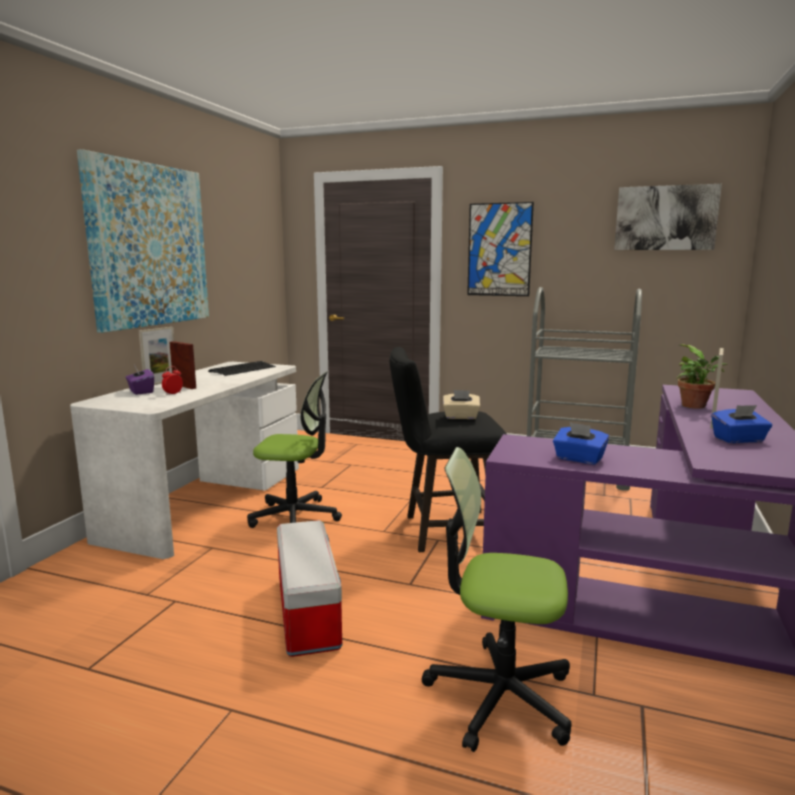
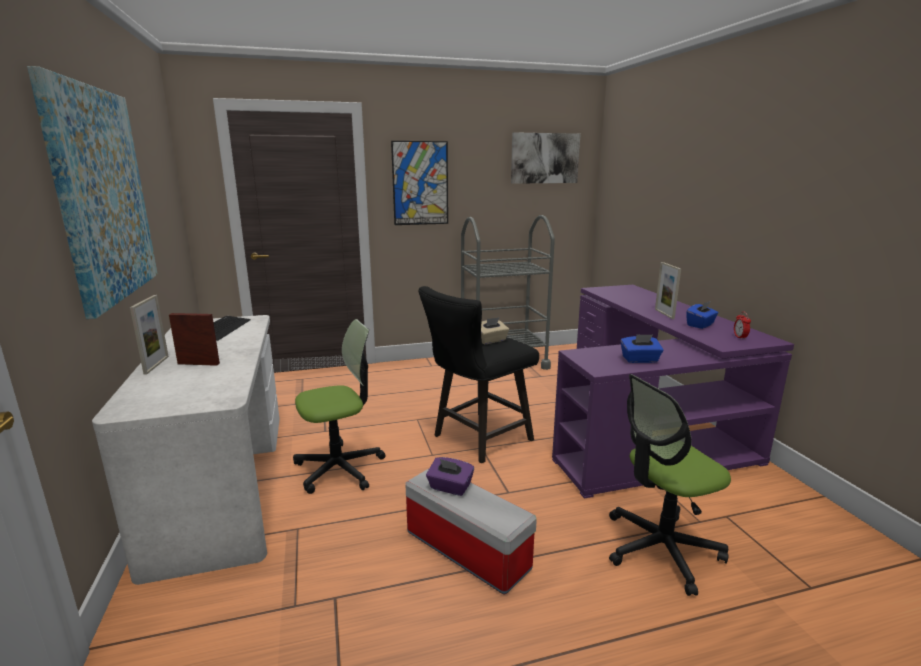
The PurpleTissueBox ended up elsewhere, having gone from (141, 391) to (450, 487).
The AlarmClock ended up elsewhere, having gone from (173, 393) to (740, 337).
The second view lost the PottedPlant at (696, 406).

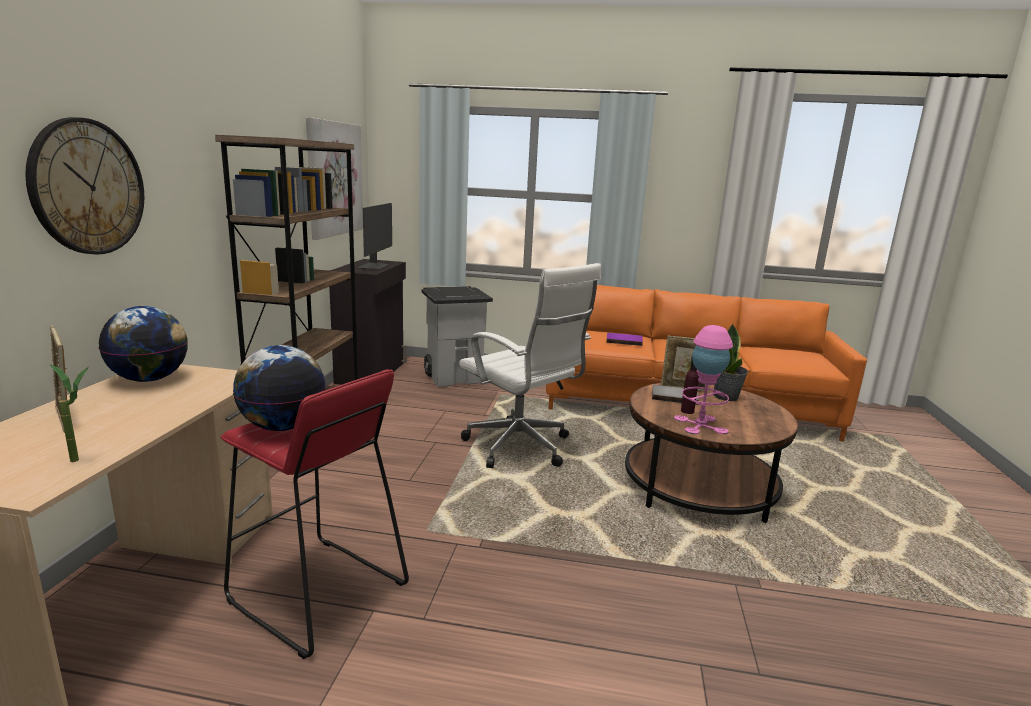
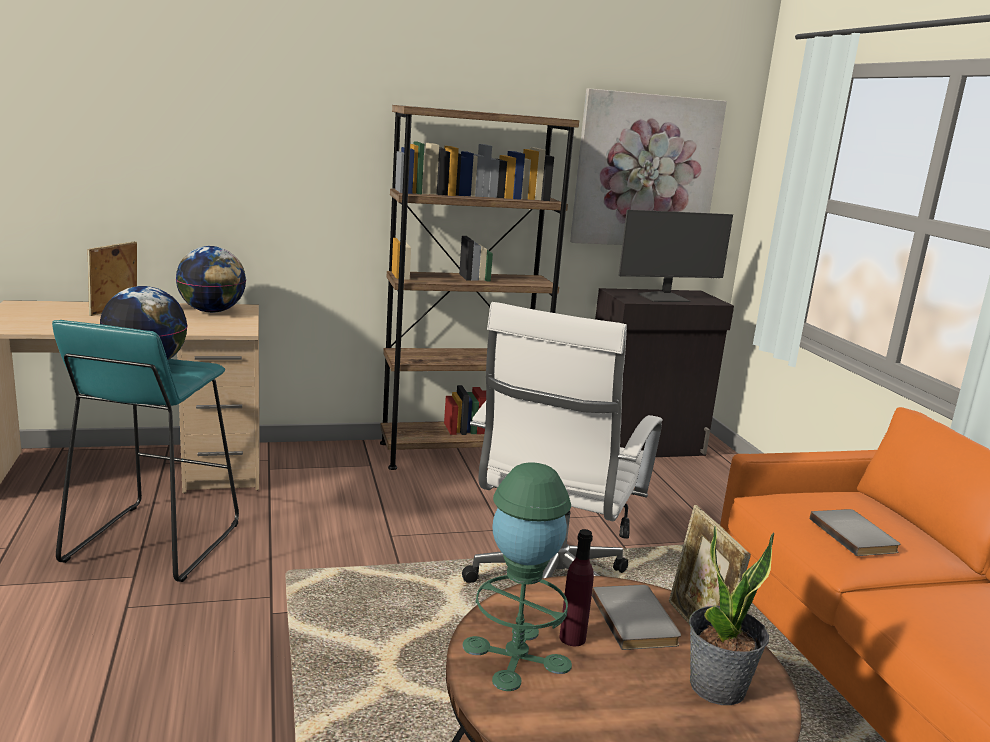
The second view lost the WallClock at (87, 187).
The second view lost the PottedPlant at (83, 459).
What was the RedStool at (317, 594) turned into the TurquoiseStool at (152, 542).
The second view lost the GreyTrashCan at (454, 377).
What was the PurpleBook at (624, 340) turned into the GreyBook at (855, 535).
What was the PinkTableLamp at (700, 425) turned into the GreenTableLamp at (516, 655).

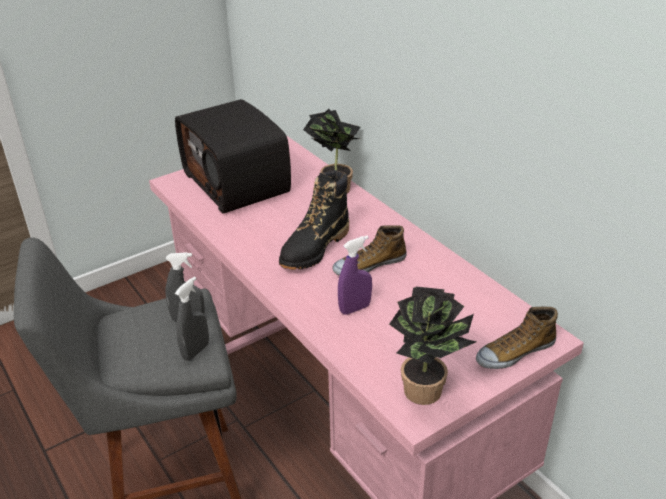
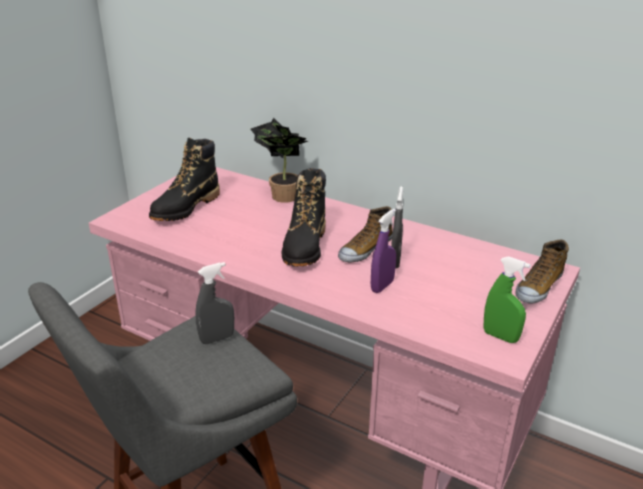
Where the Radio stood at (238, 182), the BlackBoot came to stand at (186, 208).
The GreySprayBottle ended up elsewhere, having gone from (196, 351) to (395, 261).
Where the PottedPlant stood at (427, 393), the GreenSprayBottle came to stand at (500, 336).

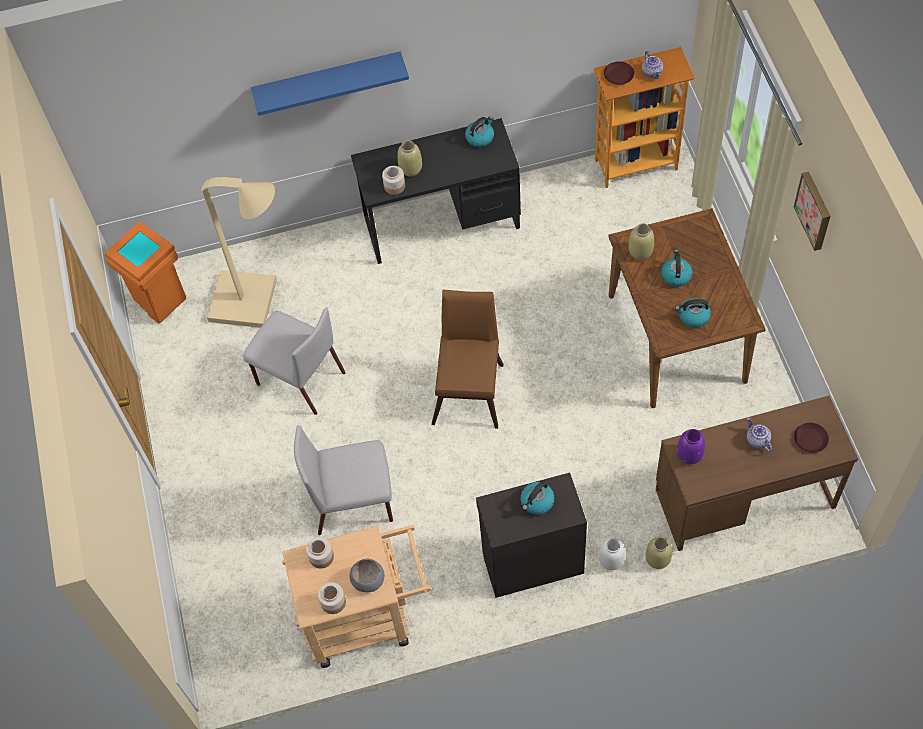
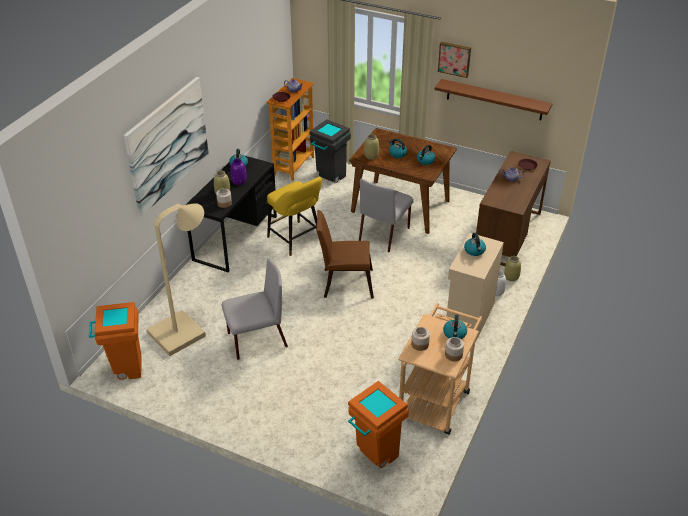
Where the BlueShelf hung at (328, 80), the Picture came to hang at (168, 144).
The GreyChair ended up elsewhere, having gone from (353, 501) to (384, 234).
Where the GreyBowl stood at (369, 580), the Kettle came to stand at (454, 334).
The BrownChair at (470, 388) ended up facing another way, 45 degrees counterclockwise from before.
What was the BlackCabinet at (531, 562) turned into the BeigeCabinet at (468, 318).
The PurpleVase ended up elsewhere, having gone from (690, 454) to (239, 181).
The second view gained the YellowStool at (296, 240).
The second view gained the GreyTrashCan at (329, 178).
The second view gained the OrangeTrashCan at (375, 456).
The second view gained the BrownShelf at (494, 100).

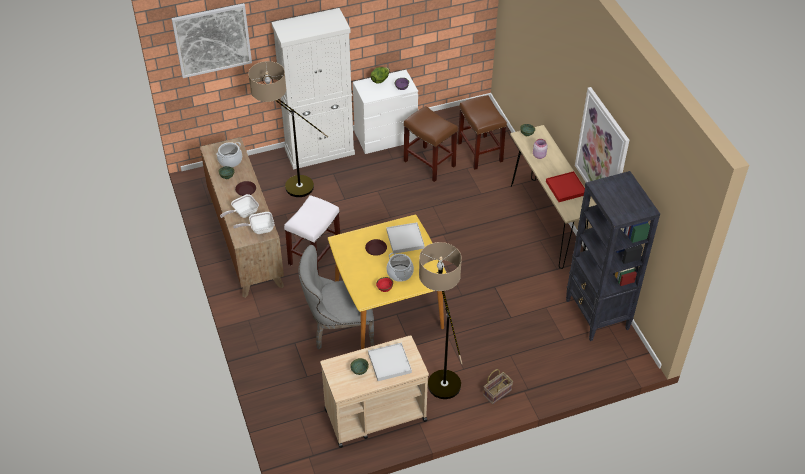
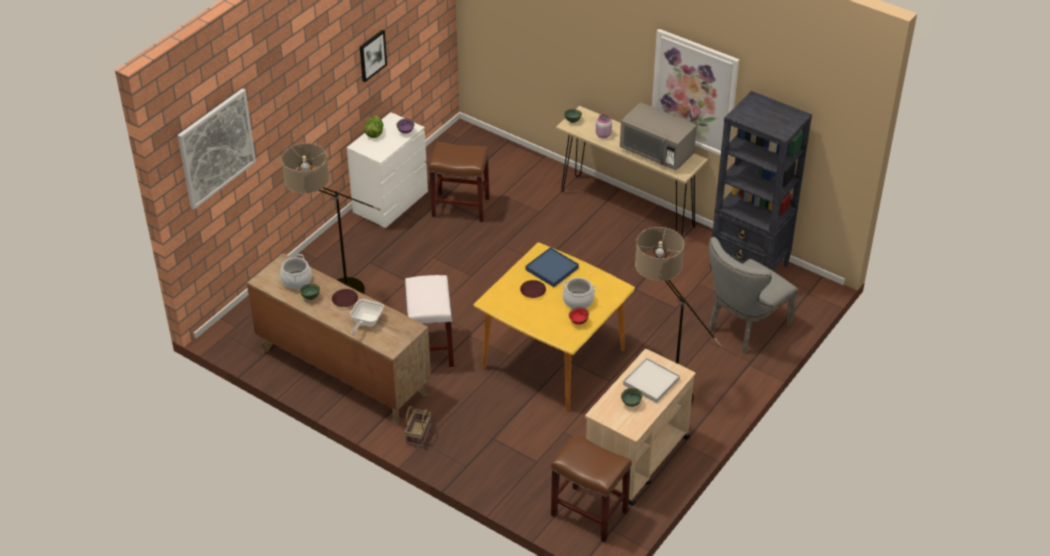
The second view lost the FryingPan at (259, 229).
The second view lost the WhiteCabinet at (320, 151).
The GreyChair ended up elsewhere, having gone from (338, 330) to (744, 328).
What was the WhiteTray at (405, 239) turned into the BlueTray at (552, 269).
The BrownStool ended up elsewhere, having gone from (480, 152) to (590, 513).
The Basket ended up elsewhere, having gone from (497, 392) to (418, 433).
Where the RedTray stood at (566, 188), the GreyMicrowave came to stand at (656, 152).
The second view gained the Picture at (372, 55).

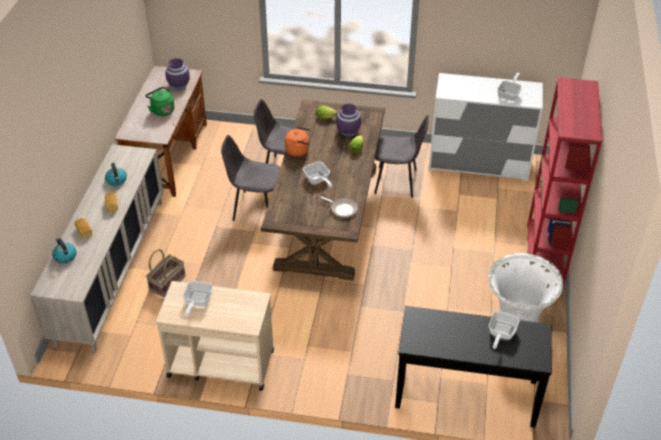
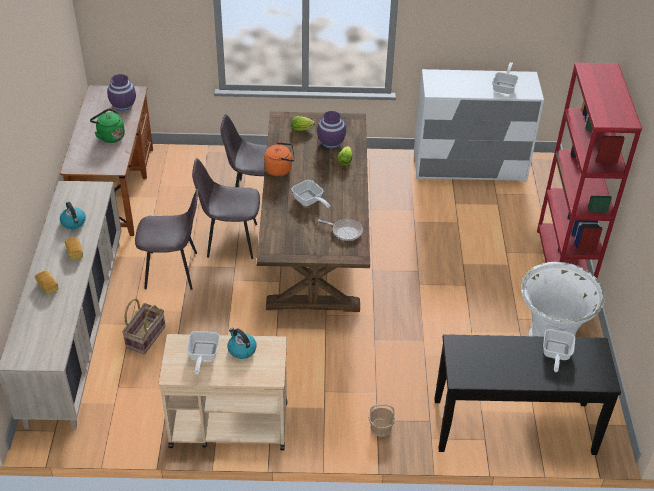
The Kettle ended up elsewhere, having gone from (65, 256) to (241, 349).
The GreyChair ended up elsewhere, having gone from (397, 182) to (173, 271).
The second view gained the Basket at (381, 428).

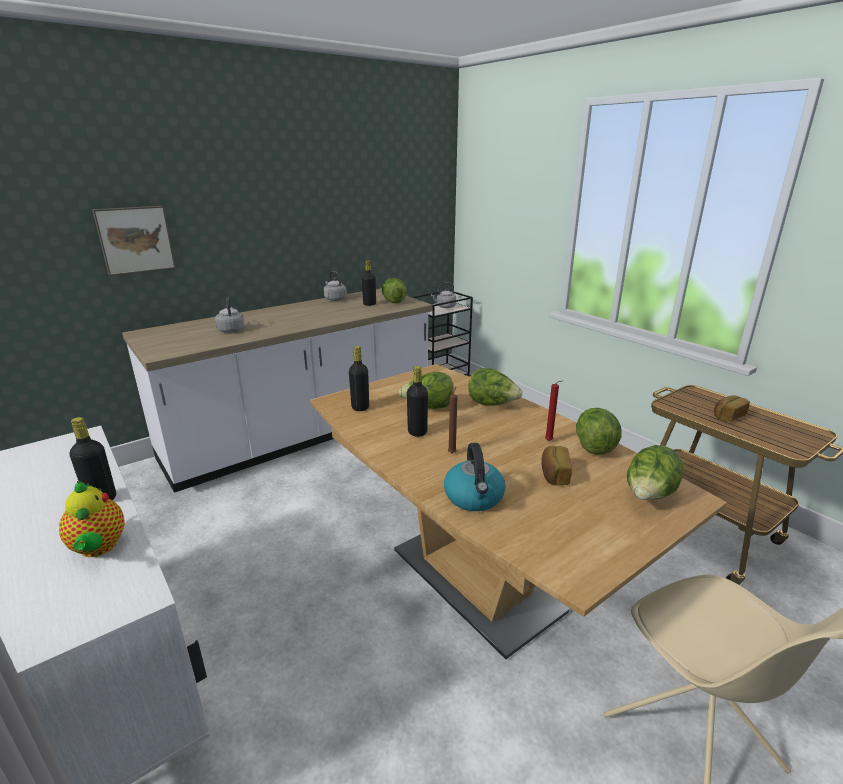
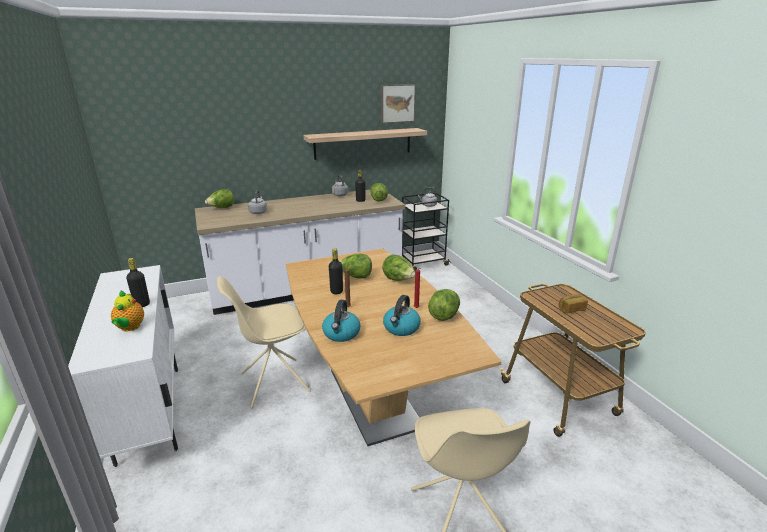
The Picture ended up elsewhere, having gone from (135, 239) to (397, 103).
The second view lost the BlackBottle at (360, 407).
Where the Bread stood at (554, 475), the Kettle came to stand at (401, 328).
The Lettuce ended up elsewhere, having gone from (649, 496) to (221, 208).
The second view gained the BeigeChair at (273, 383).
The second view gained the Shelf at (363, 143).

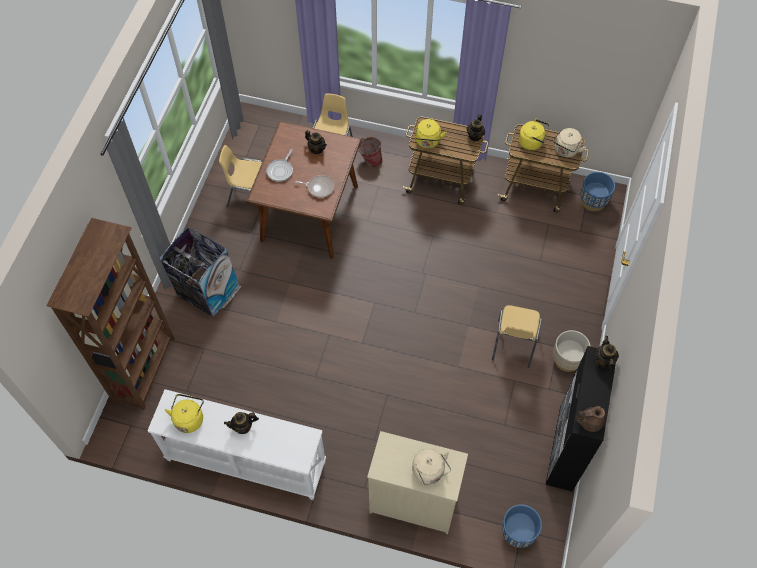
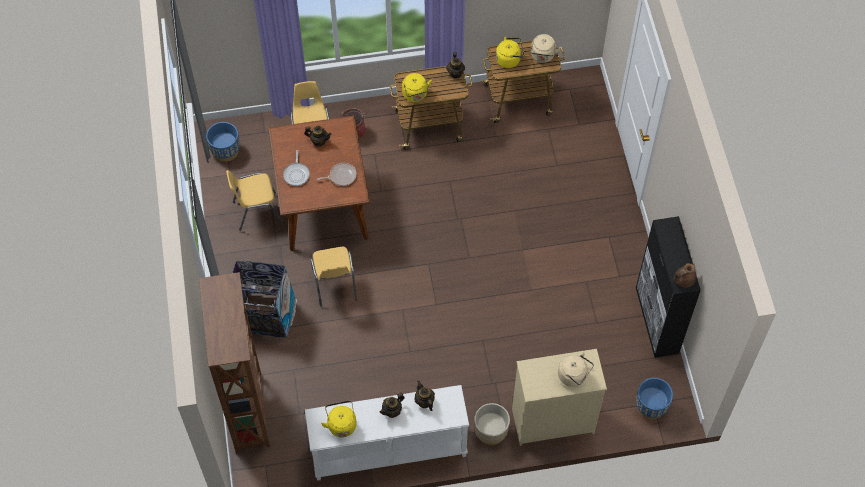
The YellowChair ended up elsewhere, having gone from (513, 344) to (334, 285).
The BeigePlanter ended up elsewhere, having gone from (567, 359) to (491, 432).
The BluePlanter ended up elsewhere, having gone from (593, 201) to (225, 151).
The Teapot ended up elsewhere, having gone from (603, 360) to (424, 401).

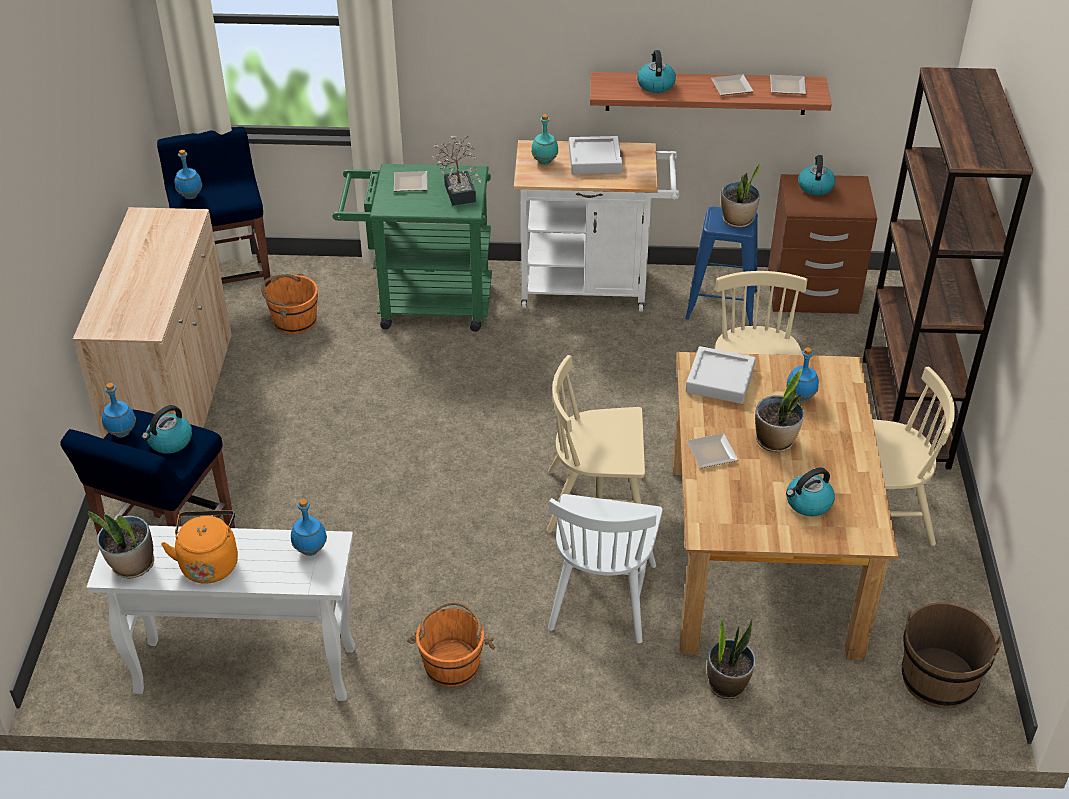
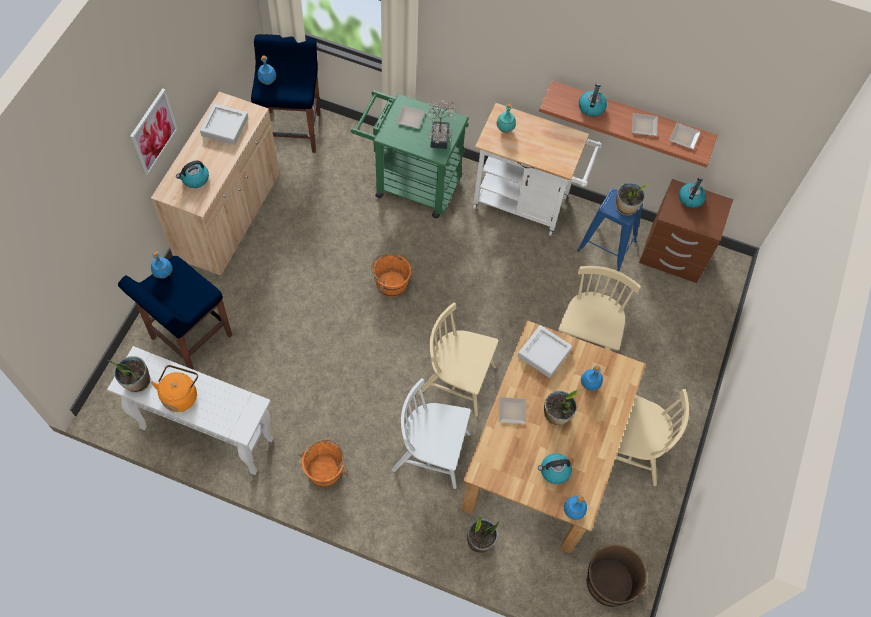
The Kettle ended up elsewhere, having gone from (170, 442) to (195, 179).
The OrangeBucket ended up elsewhere, having gone from (294, 320) to (391, 283).
The BlueBottle ended up elsewhere, having gone from (310, 549) to (573, 511).
The WhiteChair at (602, 596) ended up facing another way, 75 degrees clockwise from before.
The GreyTray ended up elsewhere, having gone from (595, 160) to (225, 127).
The second view lost the BrownBookcase at (905, 412).
The second view gained the Picture at (153, 132).

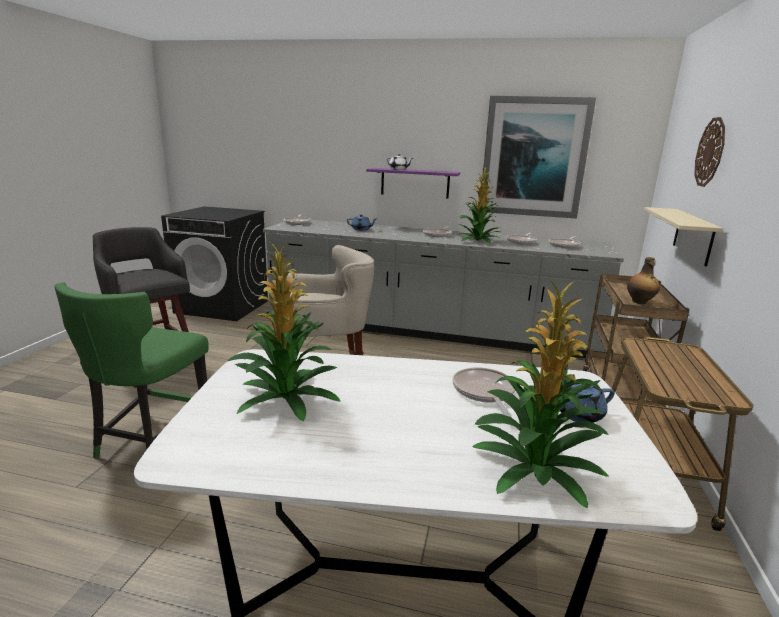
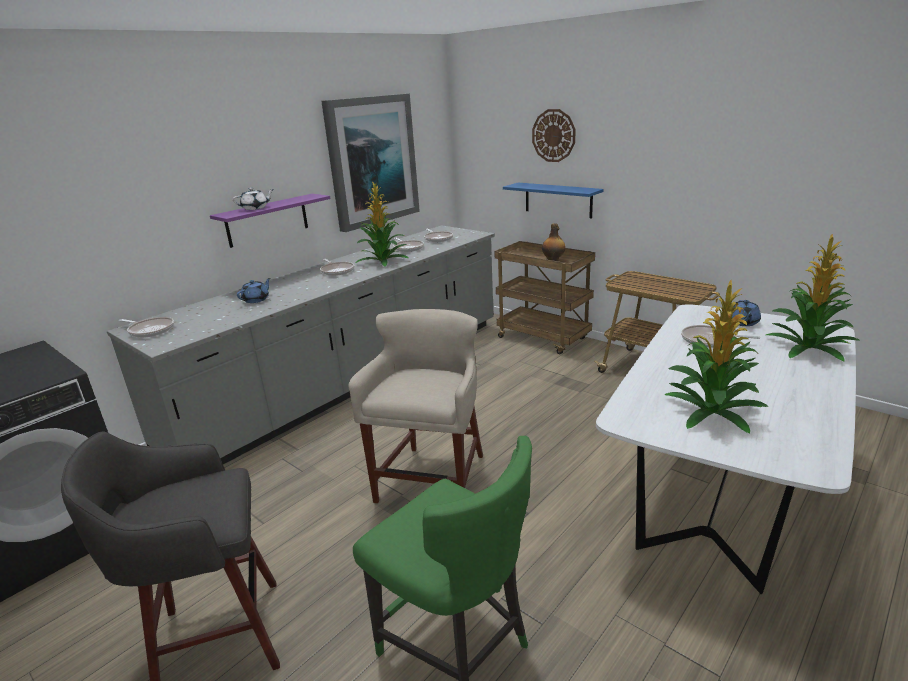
What was the BeigeShelf at (693, 236) turned into the BlueShelf at (558, 200).

